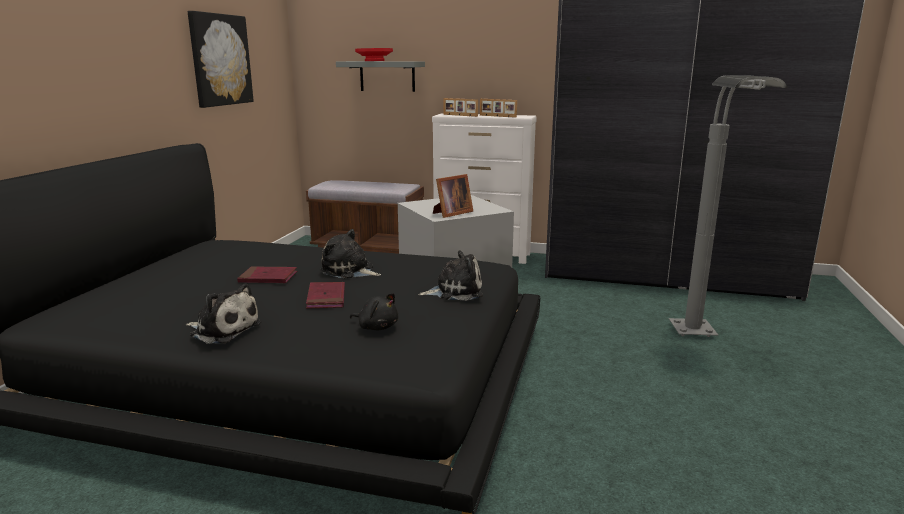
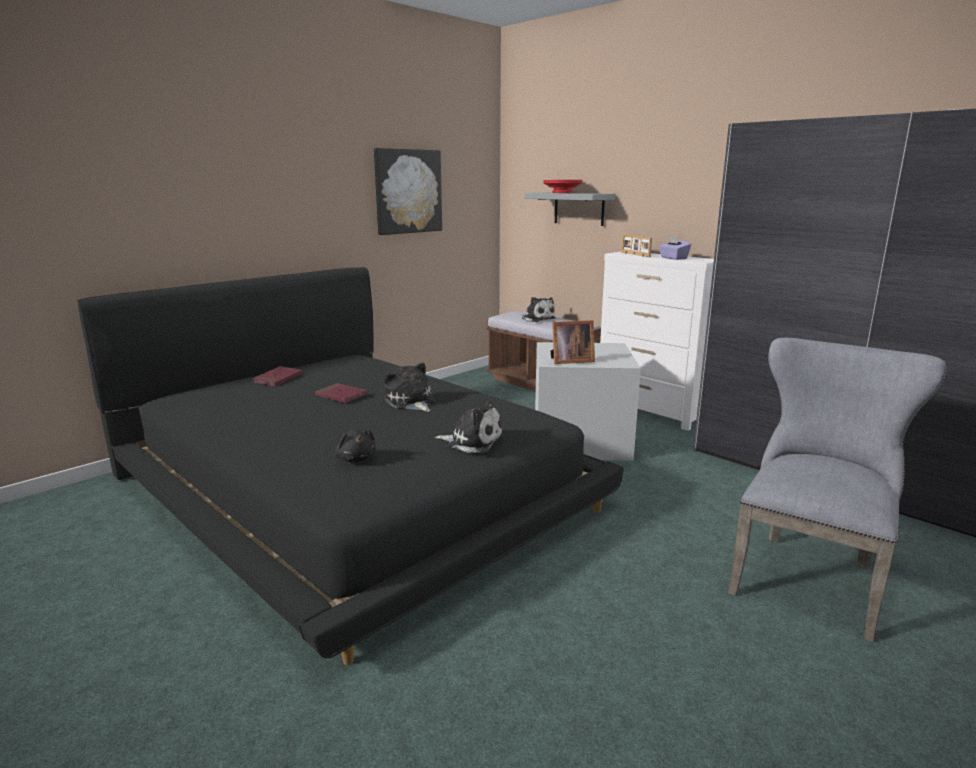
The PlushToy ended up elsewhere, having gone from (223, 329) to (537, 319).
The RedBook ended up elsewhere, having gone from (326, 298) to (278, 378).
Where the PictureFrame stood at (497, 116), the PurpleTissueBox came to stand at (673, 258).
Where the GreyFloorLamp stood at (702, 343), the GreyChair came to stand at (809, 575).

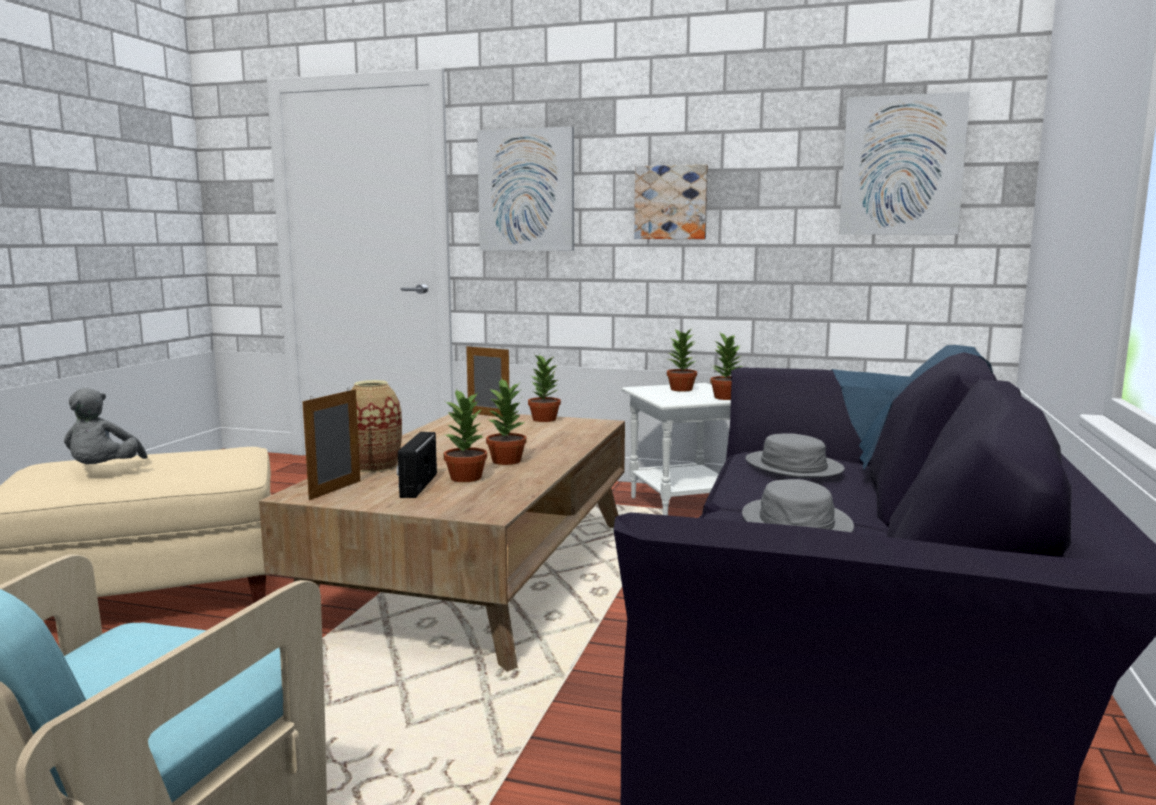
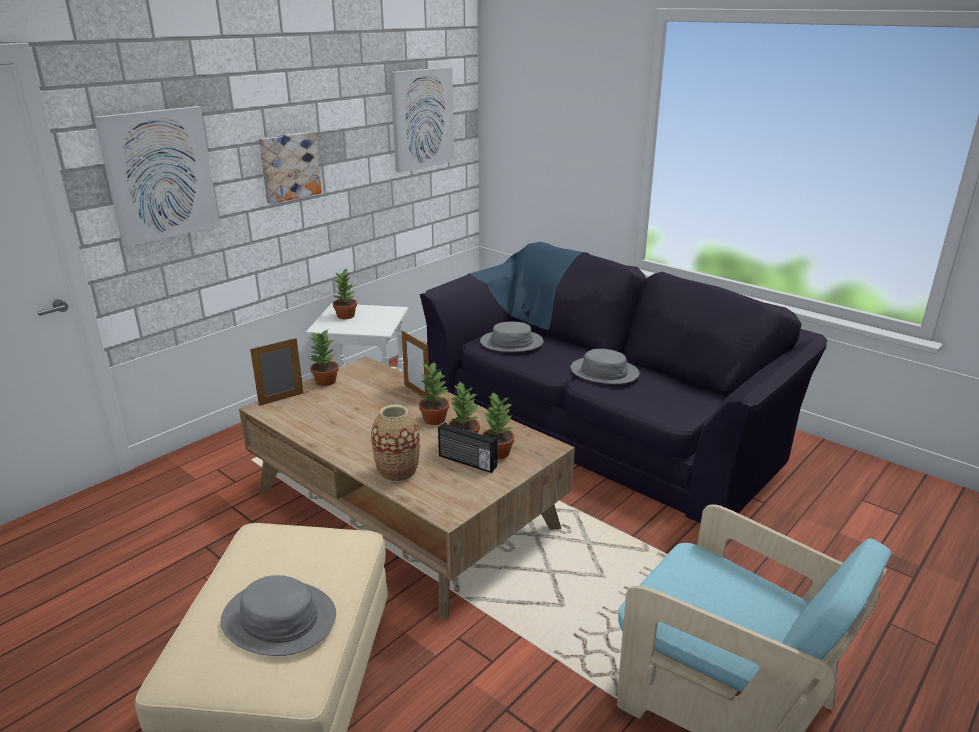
Where the GreyPlushToy stood at (103, 471), the GreyHat came to stand at (279, 619).
The PictureFrame ended up elsewhere, having gone from (335, 490) to (417, 392).
The PottedPlant ended up elsewhere, having gone from (726, 397) to (497, 452).

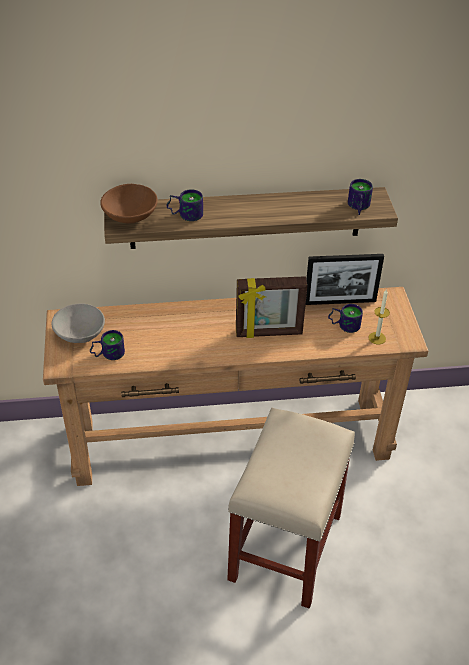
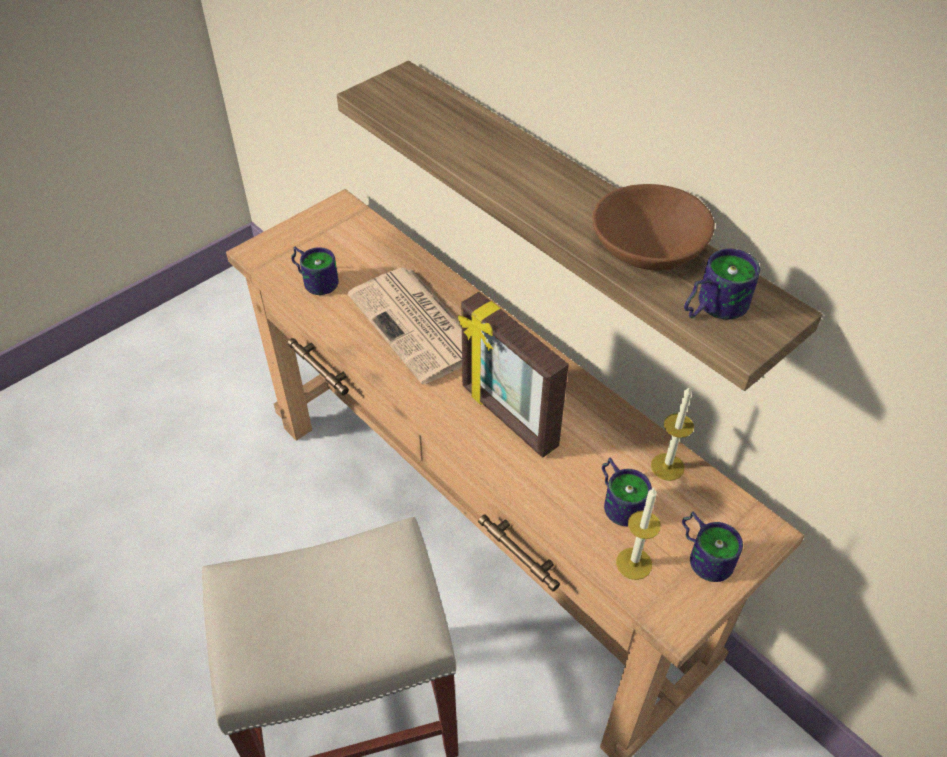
The second view lost the GreyBowl at (80, 334).
The BrownBowl ended up elsewhere, having gone from (130, 216) to (648, 252).
The Mug ended up elsewhere, having gone from (185, 214) to (705, 553).
Where the PictureFrame stood at (340, 302), the Candle came to stand at (667, 467).
The second view gained the Newspaper at (418, 325).

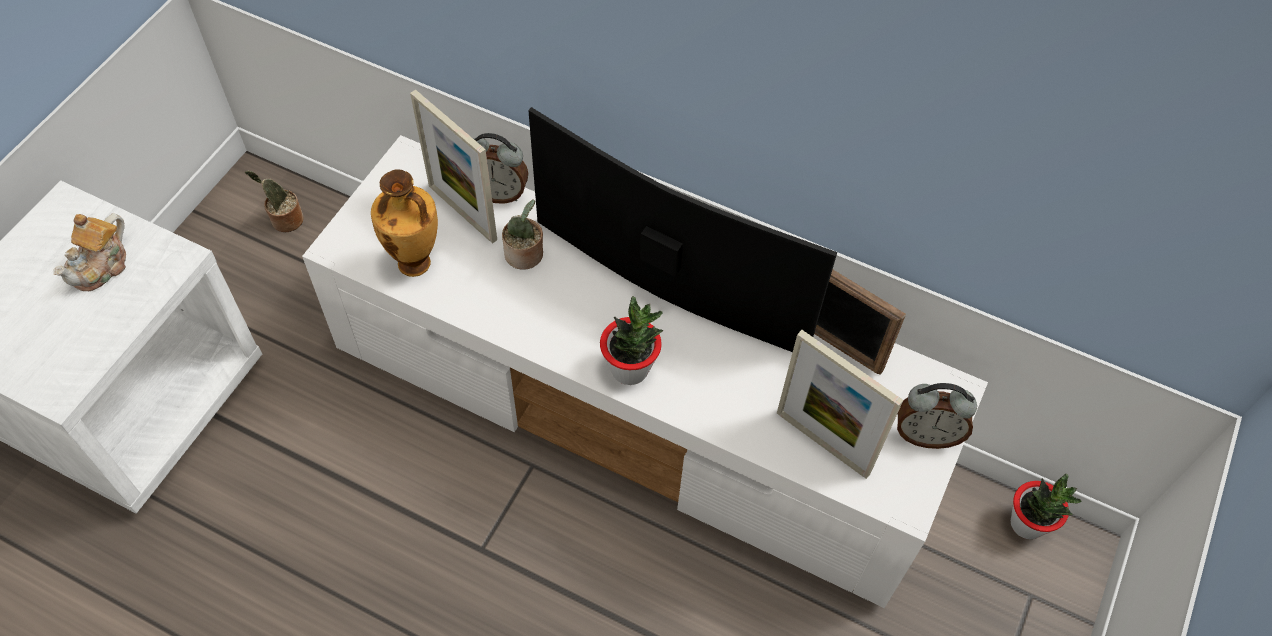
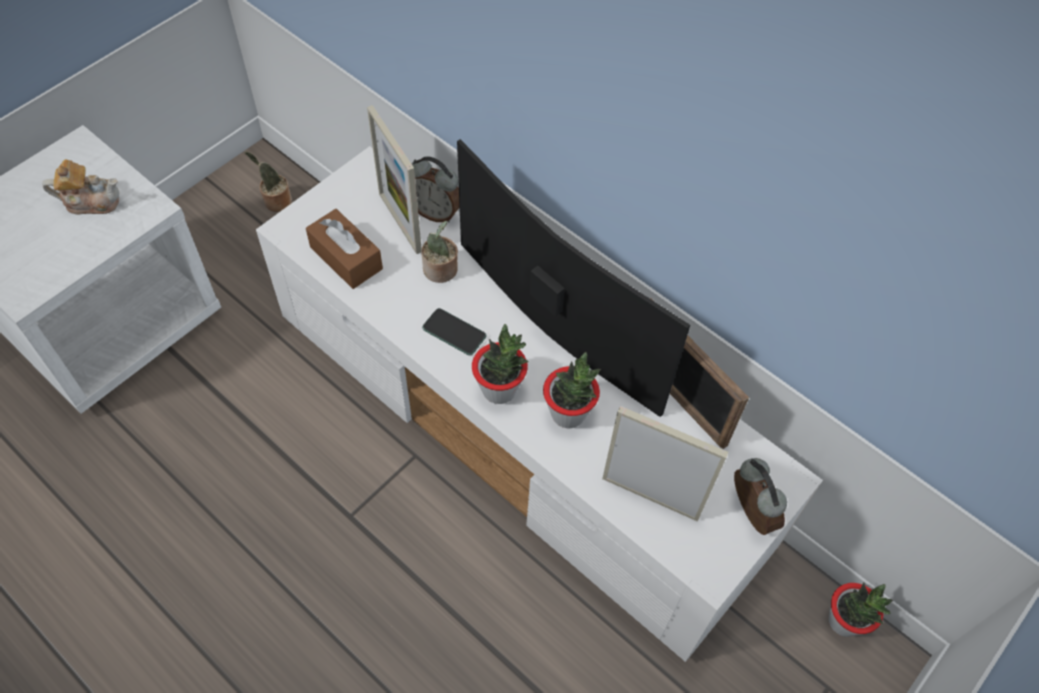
The Teapot at (102, 266) ended up facing another way, 135 degrees counterclockwise from before.
Where the Vase stood at (415, 265), the BrownTissueBox came to stand at (346, 258).
The PictureFrame at (822, 443) ended up facing another way, 150 degrees clockwise from before.
The AlarmClock at (926, 434) ended up facing another way, 135 degrees counterclockwise from before.
The second view gained the Phone at (454, 332).
The second view gained the PottedPlant at (568, 413).

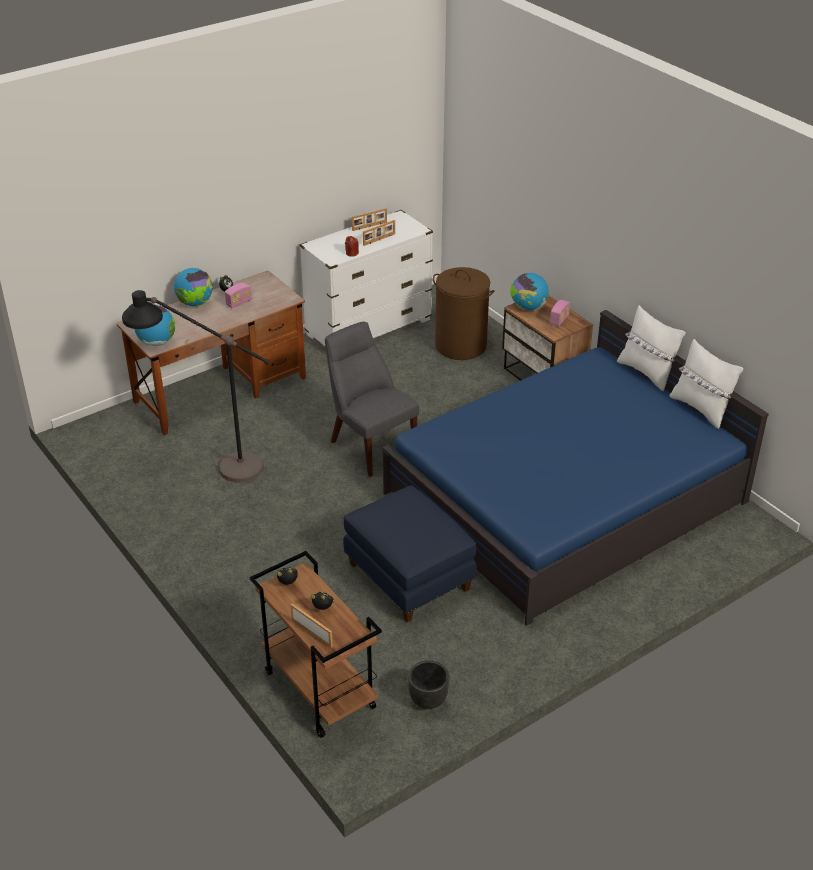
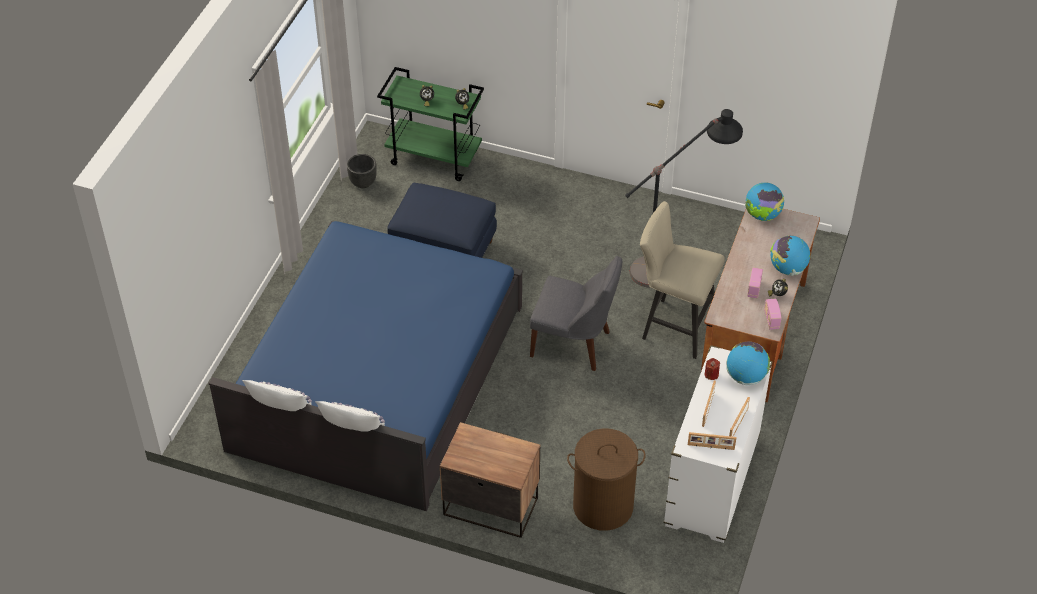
What was the BrownCart at (318, 689) turned into the GreenCart at (435, 158).
The PictureFrame ended up elsewhere, having gone from (312, 632) to (711, 447).
The Globe ended up elsewhere, having gone from (528, 307) to (746, 377).
The Radio ended up elsewhere, having gone from (559, 320) to (771, 320).
The second view gained the BeigeStool at (673, 326).

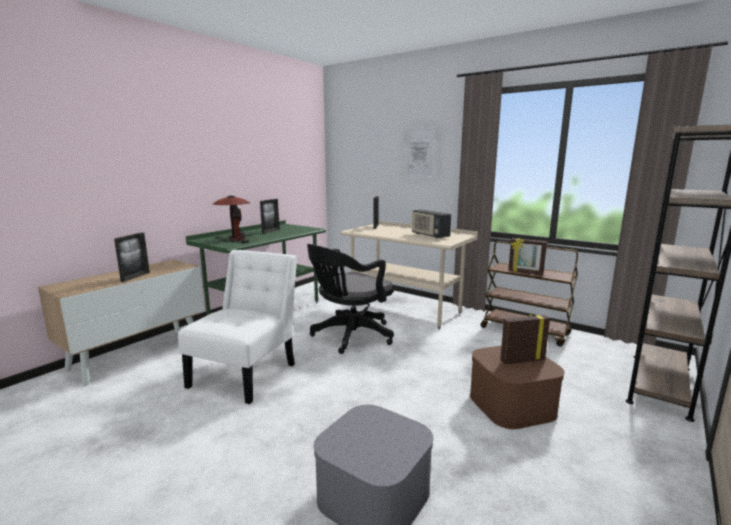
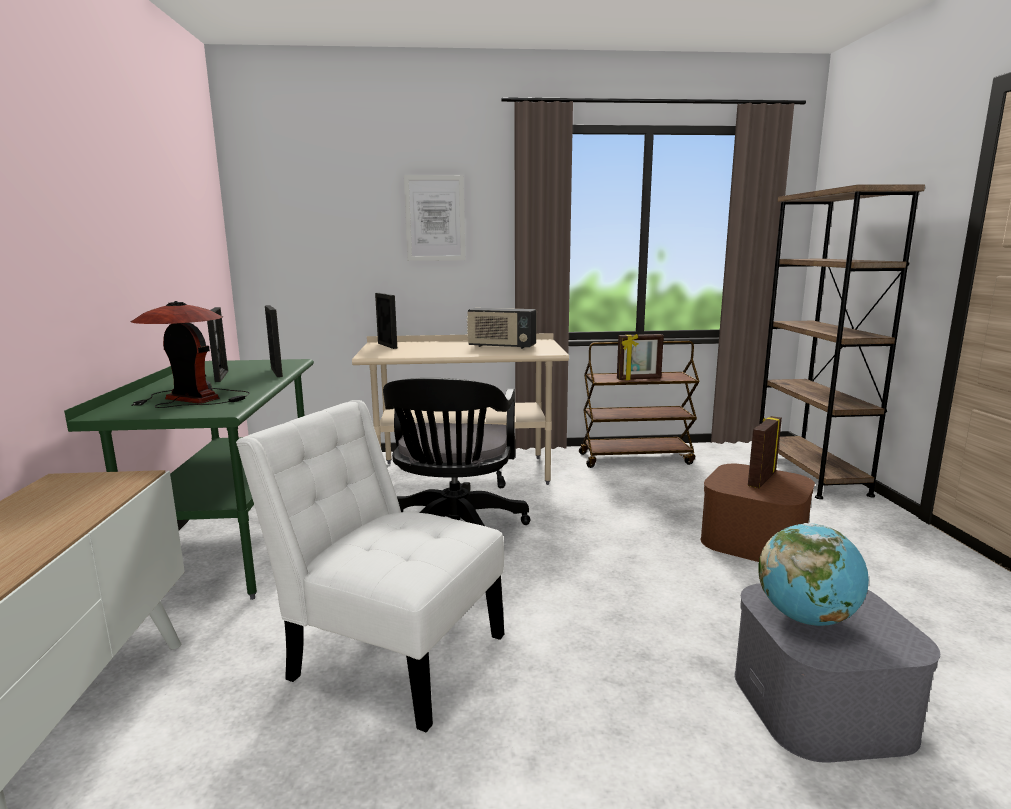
The PictureFrame ended up elsewhere, having gone from (135, 277) to (276, 372).
The WhiteChair at (247, 373) ended up facing another way, 45 degrees counterclockwise from before.
The second view gained the Globe at (806, 618).

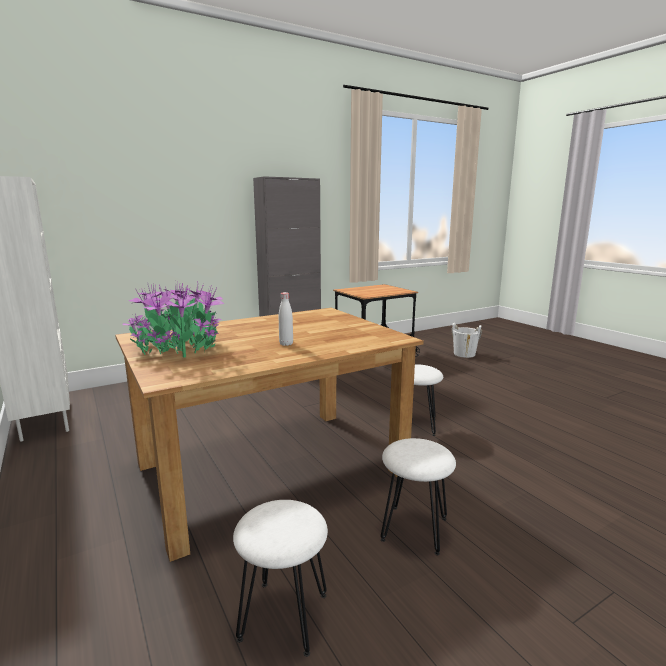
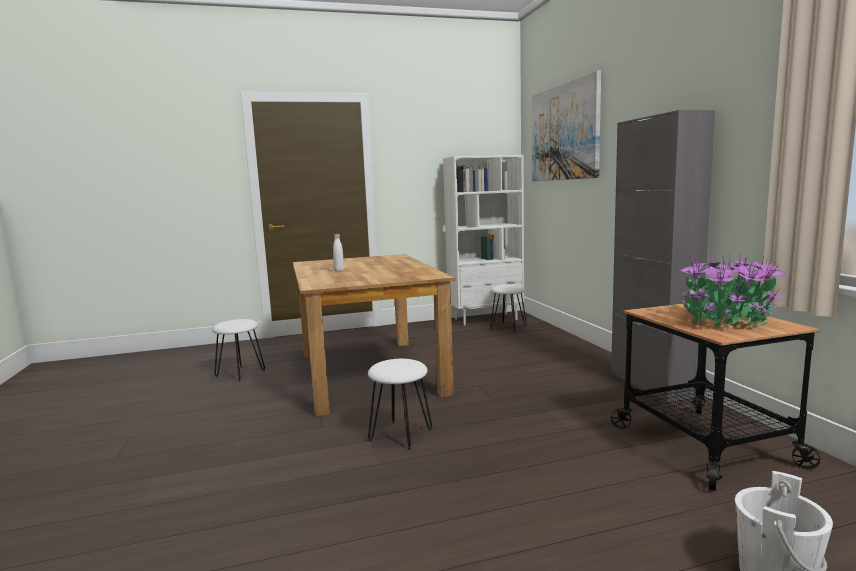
The PottedPlant ended up elsewhere, having gone from (179, 348) to (725, 321).
The WhiteStool ended up elsewhere, having gone from (414, 529) to (508, 327).
The second view gained the Picture at (564, 132).

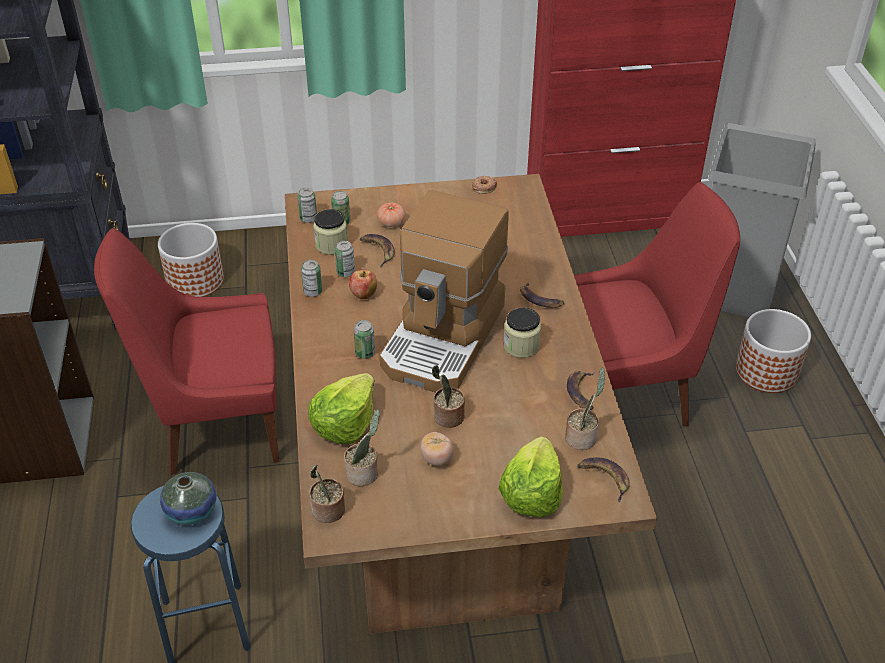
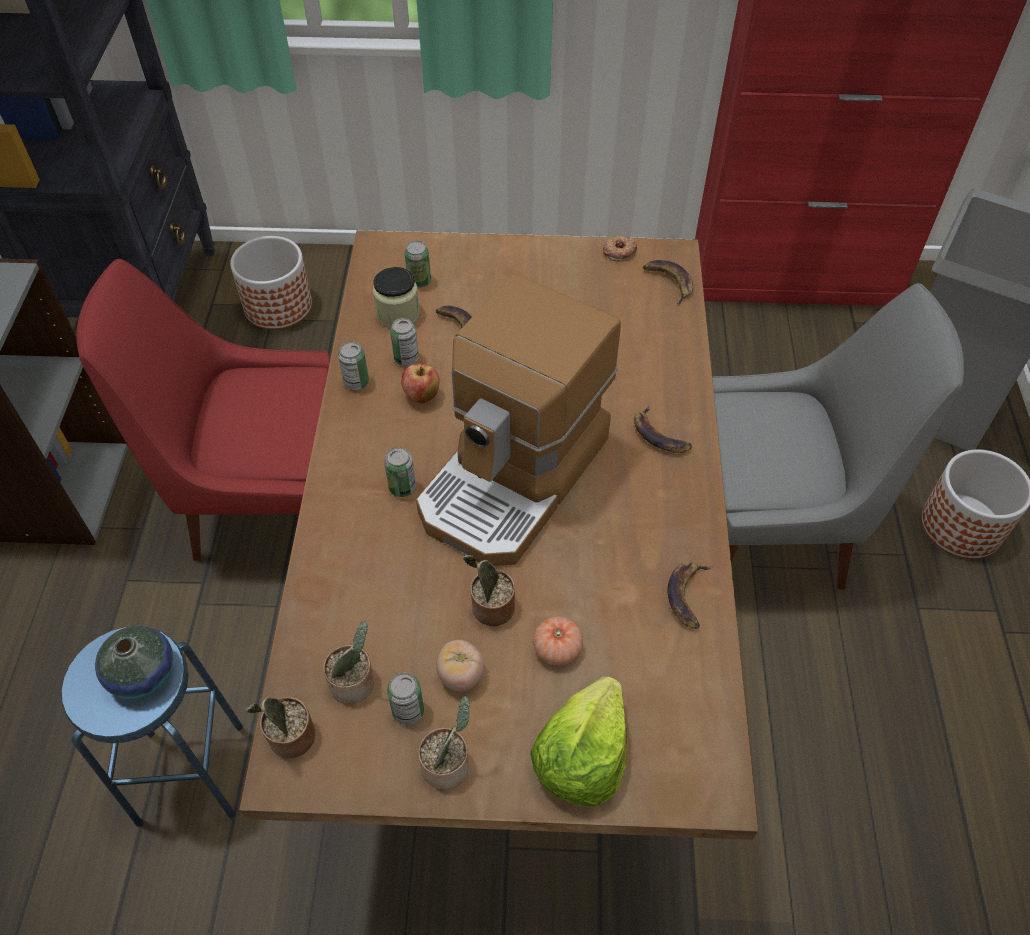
The Can ended up elsewhere, having gone from (308, 218) to (408, 711).
The second view lost the Lettuce at (344, 423).
The Tomato ended up elsewhere, having gone from (391, 222) to (557, 649).
The second view lost the Jar at (521, 346).
The PottedPlant ended up elsewhere, having gone from (582, 437) to (448, 765).
What was the RedChair at (627, 391) turned into the GreyChair at (773, 528).
The Banana ended up elsewhere, having gone from (604, 478) to (668, 282).

